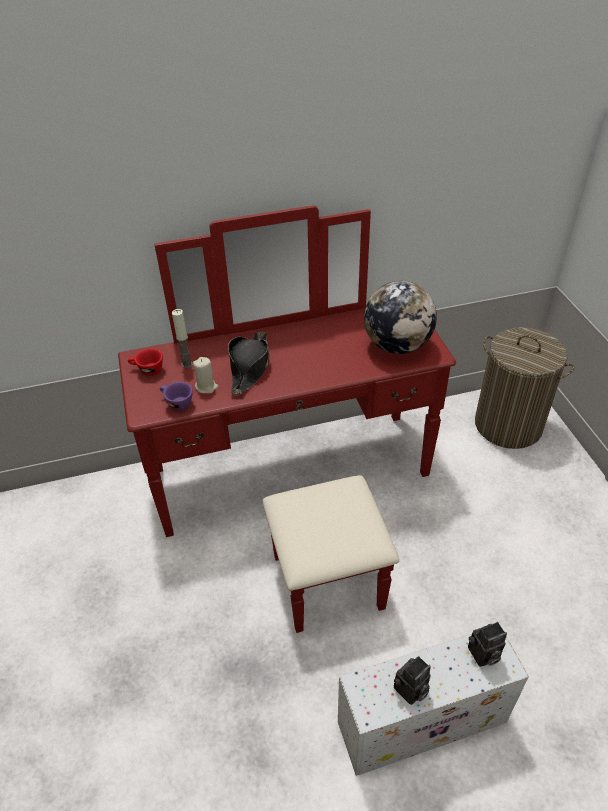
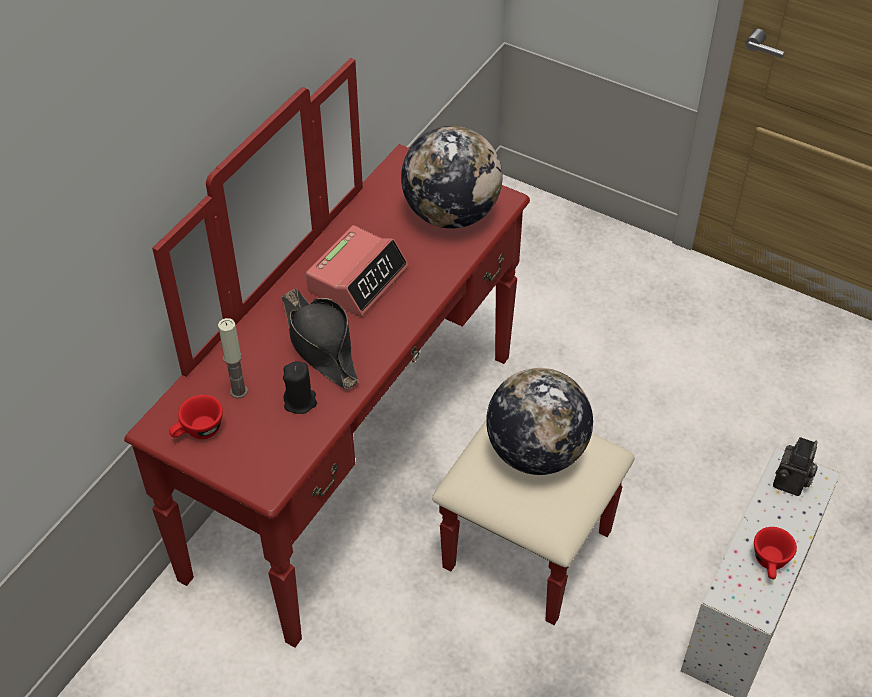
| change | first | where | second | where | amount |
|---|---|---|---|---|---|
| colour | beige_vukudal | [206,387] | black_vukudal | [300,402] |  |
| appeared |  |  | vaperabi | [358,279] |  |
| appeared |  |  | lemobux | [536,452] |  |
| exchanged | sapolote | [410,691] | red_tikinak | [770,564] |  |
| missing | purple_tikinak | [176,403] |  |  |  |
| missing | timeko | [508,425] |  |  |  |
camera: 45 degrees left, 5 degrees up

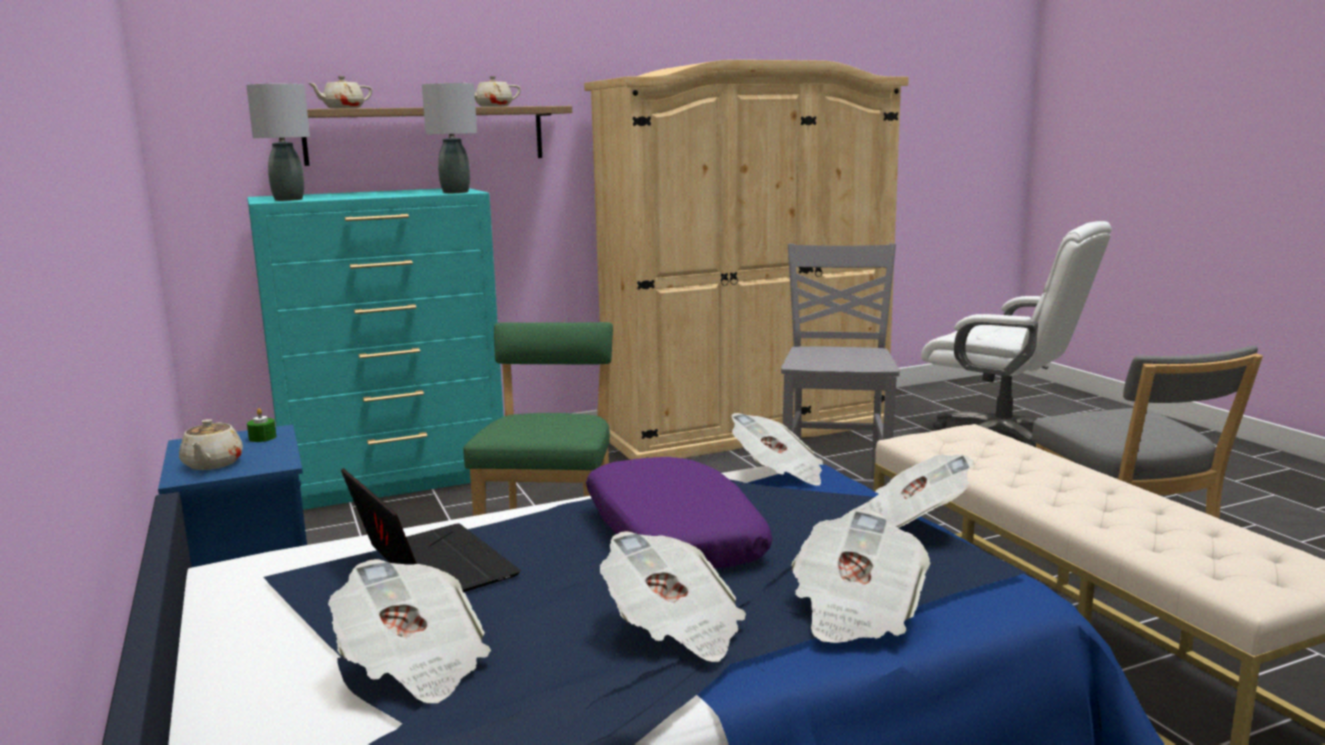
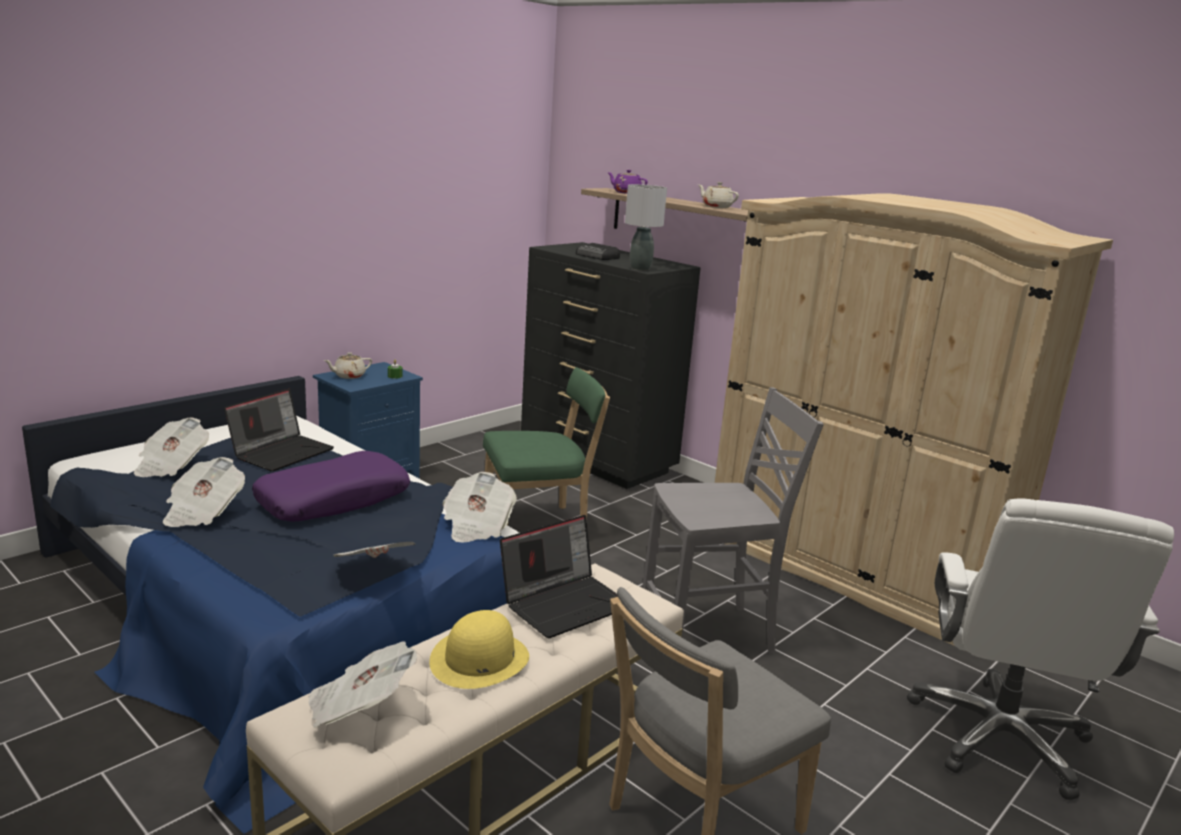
| change | first | where | second | where | amount |
|---|---|---|---|---|---|
| relocated | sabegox | [855,611] |  | [359,707] |  |
| appeared |  |  | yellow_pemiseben | [479,659] |  |
| appeared |  |  | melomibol | [565,603] |  |
| colour | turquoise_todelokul | [396,480] | black_todelokul | [597,460] |  |
| appeared |  |  | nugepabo | [597,256] |  |
| colour | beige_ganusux | [343,108] | purple_ganusux | [626,193] |  |
| missing | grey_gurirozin | [288,199] |  |  |  |
camera: 65 degrees right, 5 degrees up

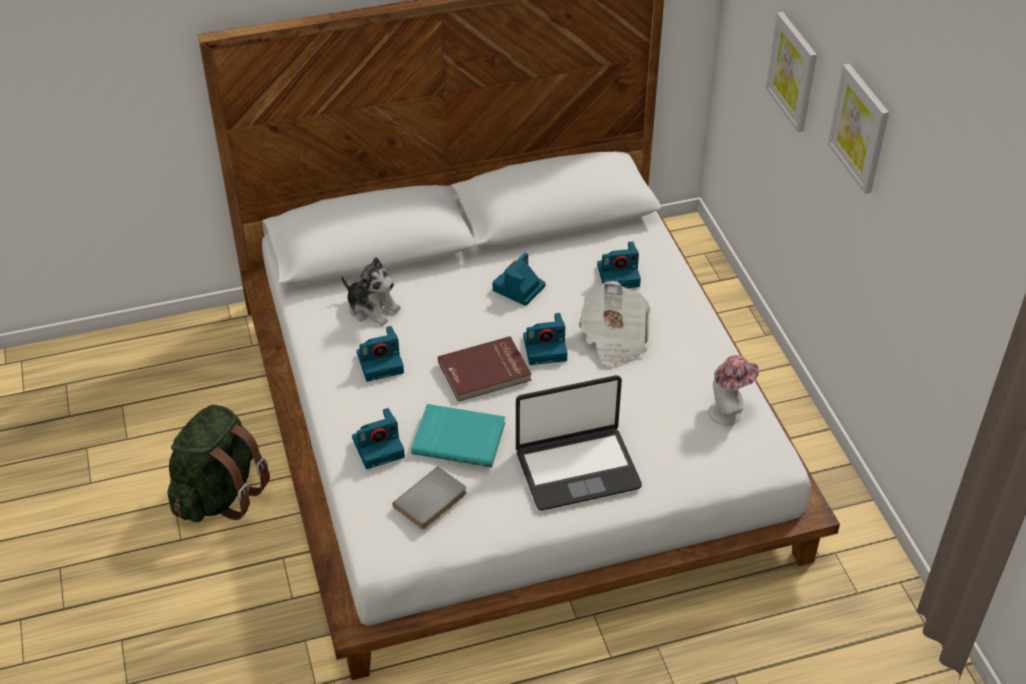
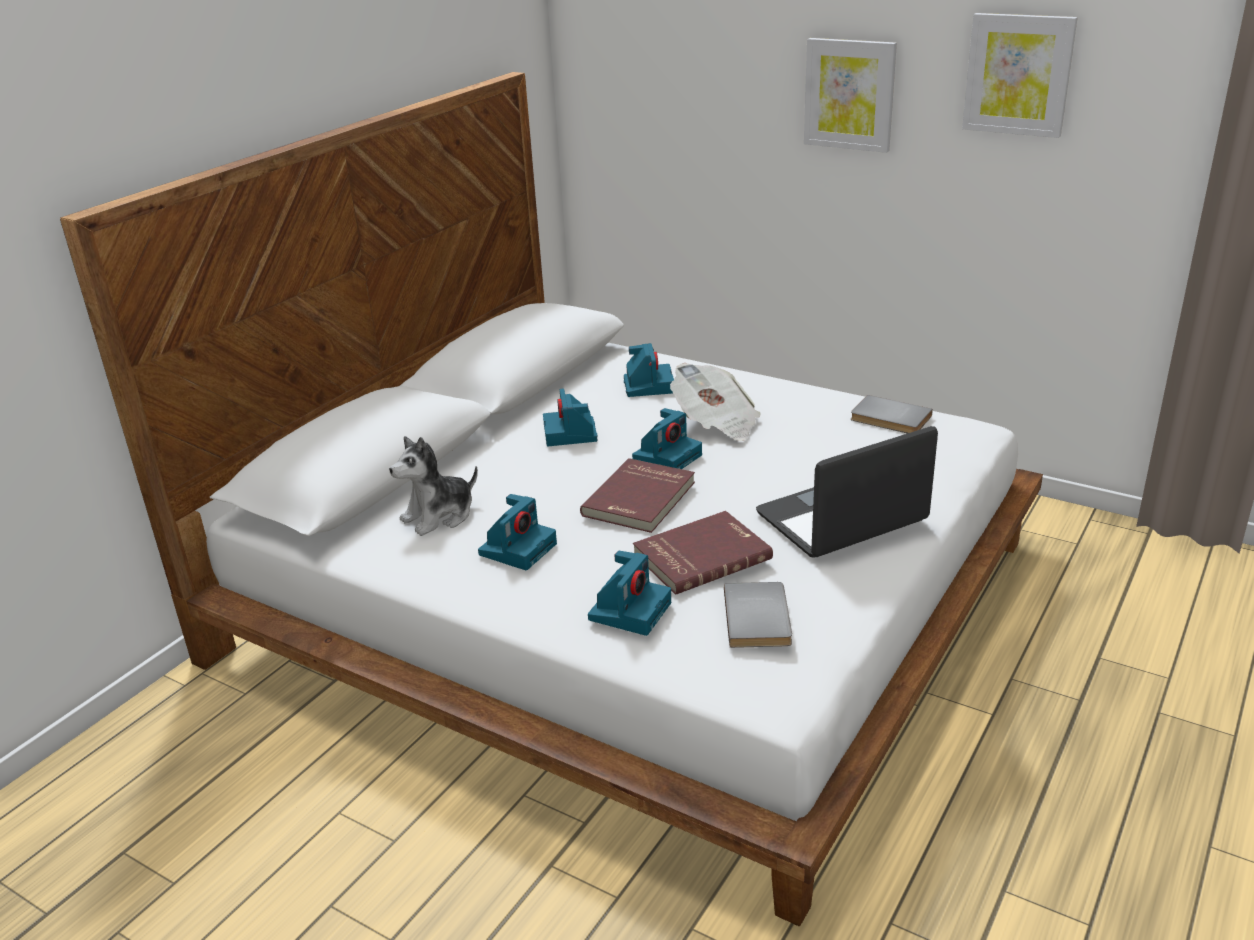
| change | first | where | second | where | amount |
|---|---|---|---|---|---|
| spun | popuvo | [372,308] |  | [439,516] | 150 degrees clockwise |
| spun | sapolote | [619,275] |  | [648,385] | 45 degrees counterclockwise |
| colour | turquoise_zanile | [459,437] | red_zanile | [700,555] |  |
| spun | melomibol | [577,468] |  | [842,519] | 150 degrees counterclockwise |
| exchanged | pemiseben | [729,411] | grey_zanile | [889,419] |  |
| relocated | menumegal | [793,71] |  | [1018,74] |  |
| missing | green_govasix | [219,494] |  |  |  |
camera: 40 degrees left, 15 degrees down

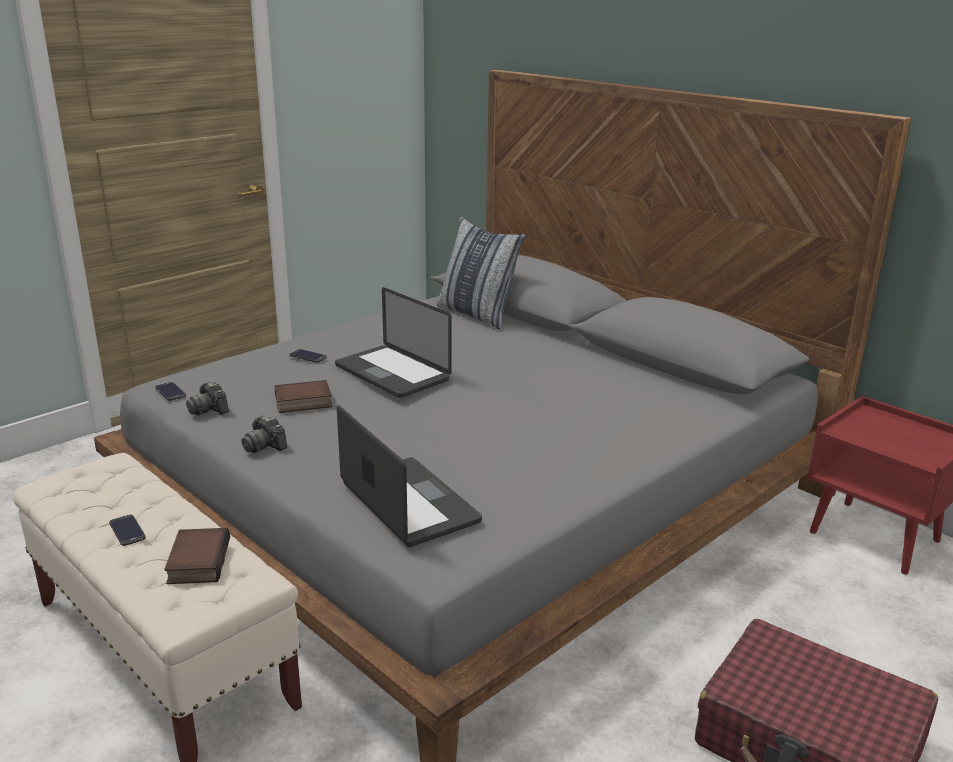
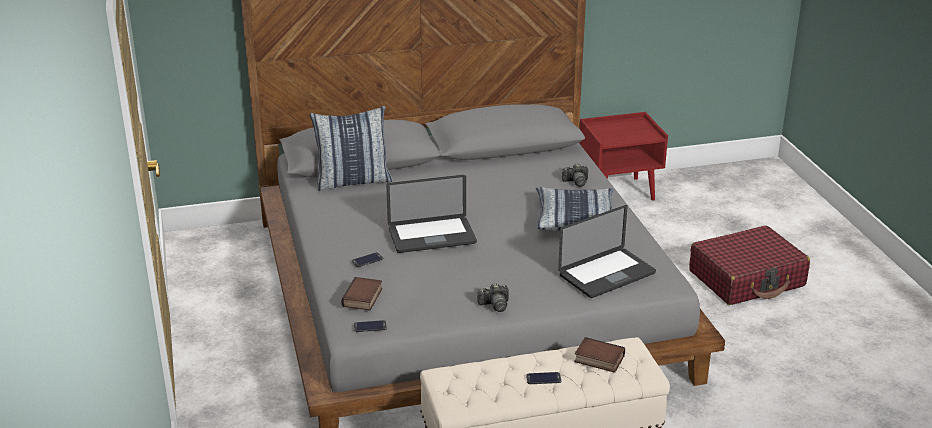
| change | first | where | second | where | amount |
|---|---|---|---|---|---|
| relocated | zanile | [302,403] |  | [363,298] |  |
| appeared |  |  | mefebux | [575,218] |  |
| spun | melomibol | [409,503] |  | [607,274] | 150 degrees clockwise |
| relocated | sapolote | [209,409] |  | [576,182] |  |
camera: 60 degrees left, 5 degrees up

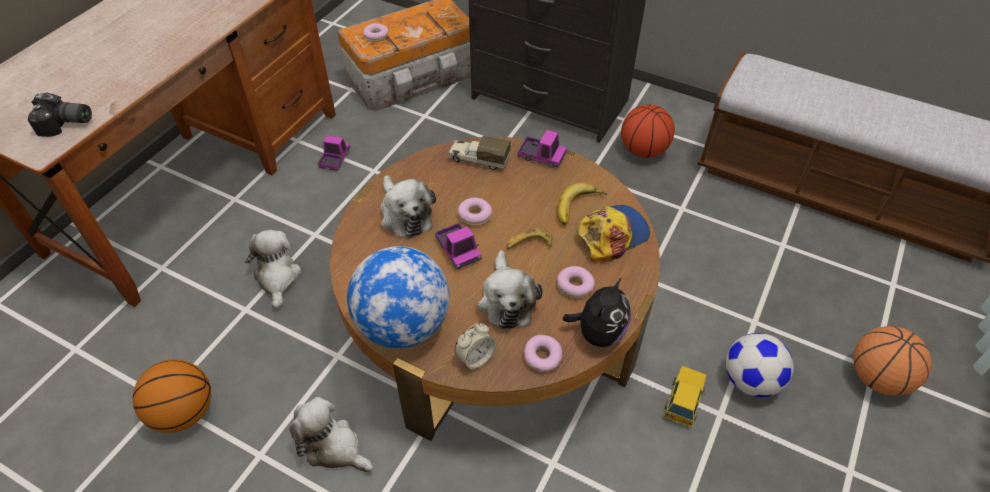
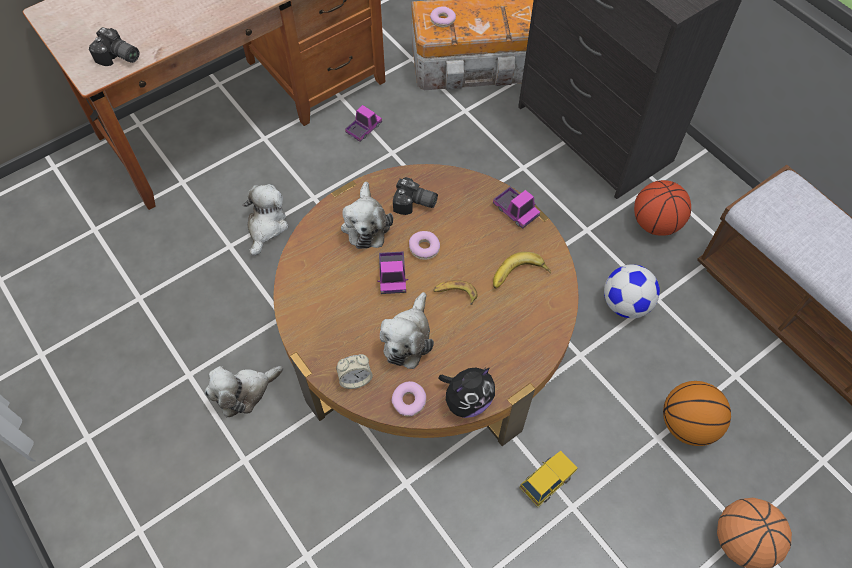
| change | first | where | second | where | amount |
|---|---|---|---|---|---|
| spun | popuvo | [333,447] |  | [244,392] | 90 degrees counterclockwise |
| appeared |  |  | sapolote | [415,204] |  |
| relocated | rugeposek | [750,380] |  | [625,304] |  |
| relocated | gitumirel | [184,412] |  | [687,424] |  |
| missing | lemobux | [403,325] |  |  |  |
| missing | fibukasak | [478,160] |  |  |  |
| missing | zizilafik | [575,286] |  |  |  |
| missing | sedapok | [612,235] |  |  |  |
camera: 25 degrees right, 10 degrees up

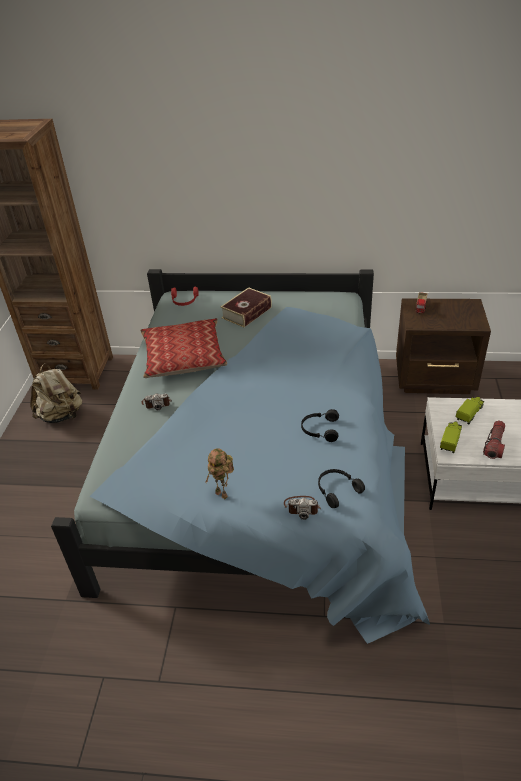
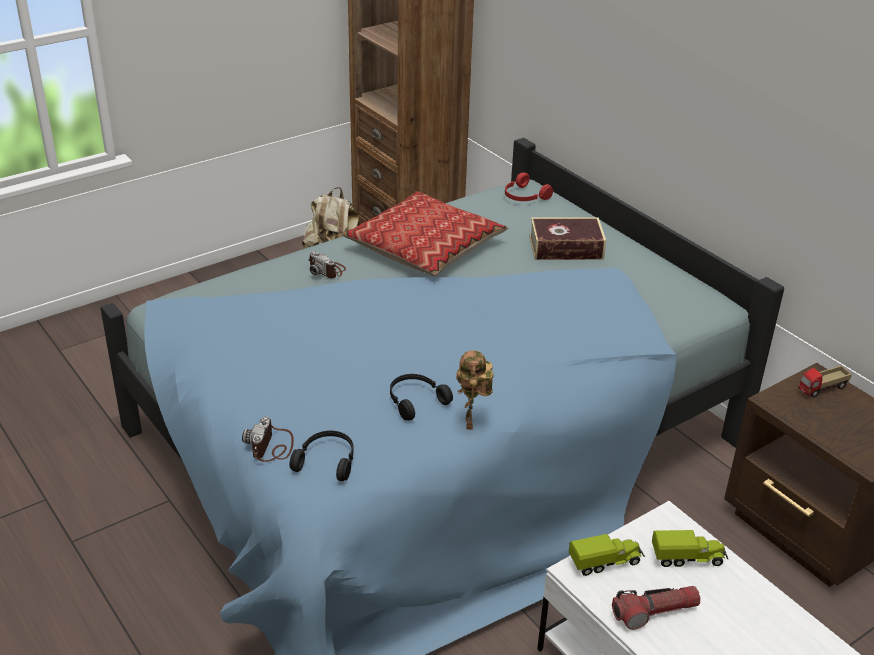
| change | first | where | second | where | amount |
|---|---|---|---|---|---|
| spun | sapolote | [302,507] |  | [271,446] | 45 degrees clockwise |
| relocated | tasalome | [223,494] |  | [471,424] |  |
camera: 45 degrees right, 5 degrees down

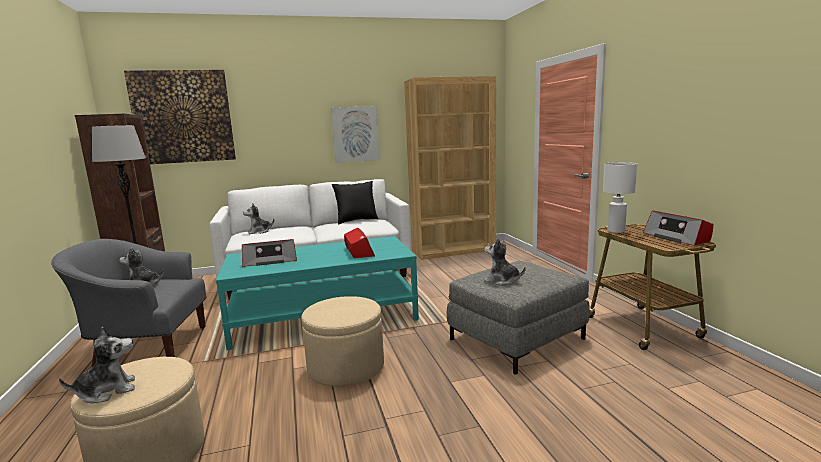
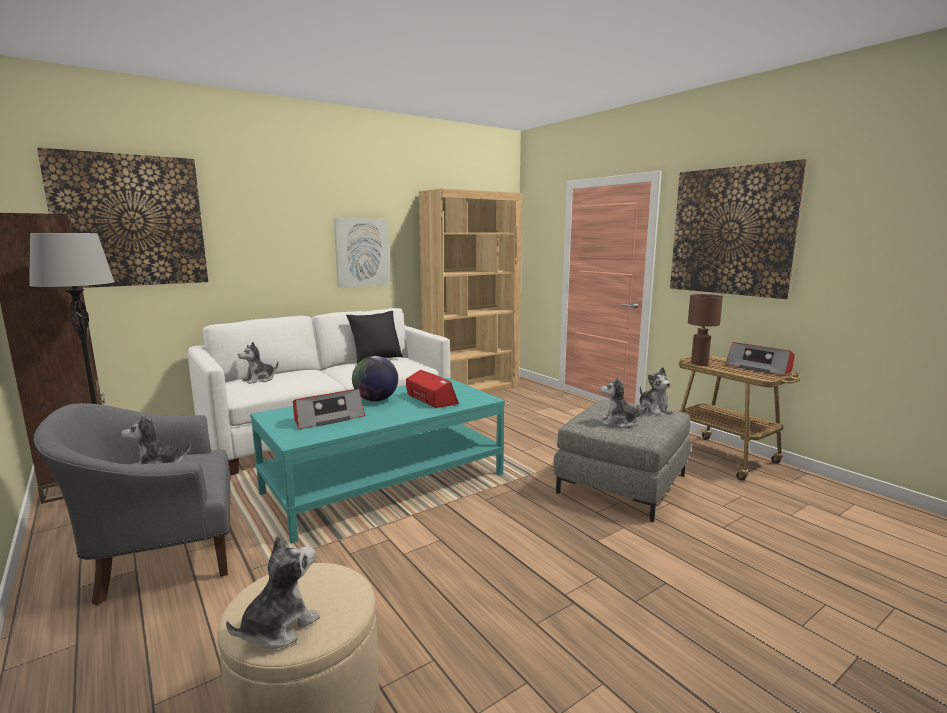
| change | first | where | second | where | amount |
|---|---|---|---|---|---|
| appeared |  |  | lemobux | [376,400] |  |
| appeared |  |  | popuvo | [654,409] |  |
| appeared |  |  | menumegal | [731,231] |  |
| colour | white_gurirozin | [616,231] | brown_gurirozin | [699,363] |  |
| missing | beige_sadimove | [346,367] |  |  |  |
camera: 20 degrees left, 0 degrees up

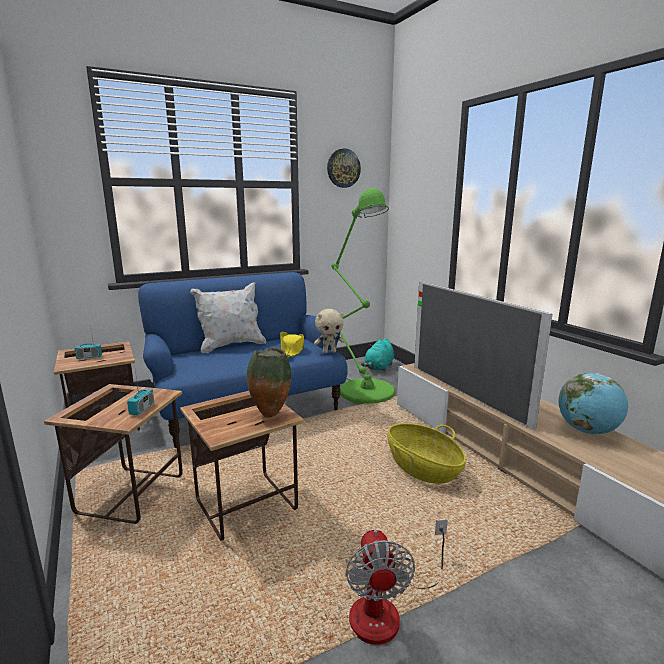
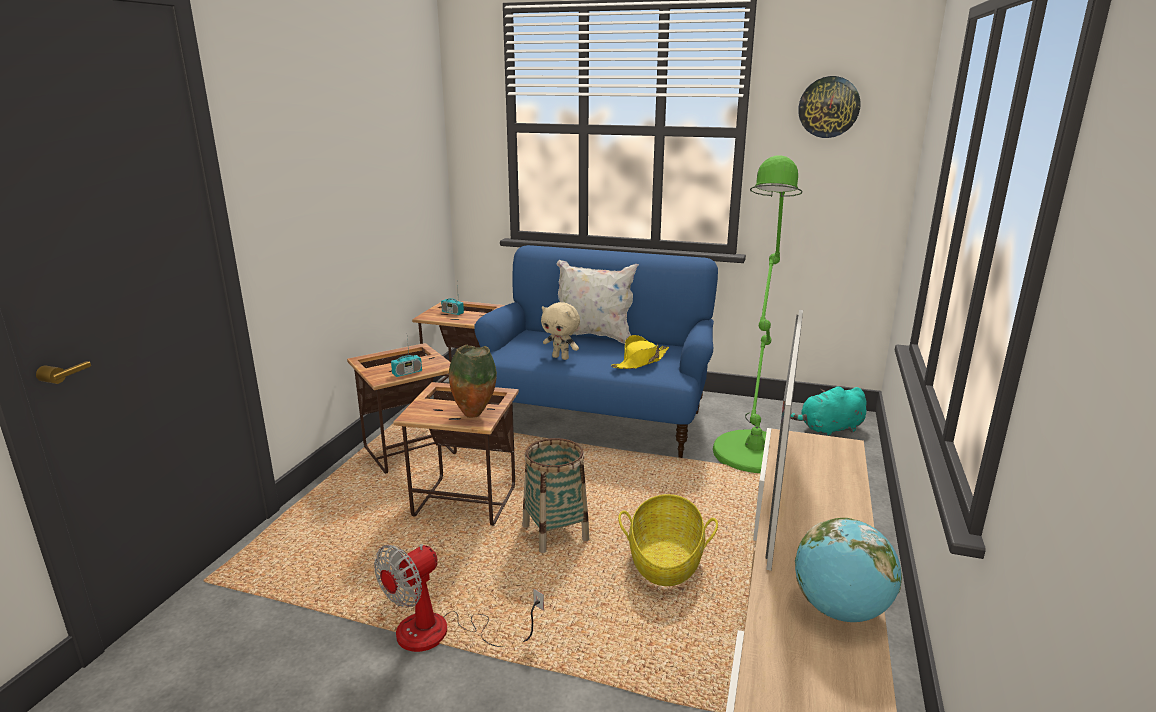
| change | first | where | second | where | amount |
|---|---|---|---|---|---|
| appeared |  |  | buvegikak | [555,533] |  |
| relocated | beige_popuvo | [329,352] |  | [561,357] |  |
camera: 45 degrees right, 5 degrees up

